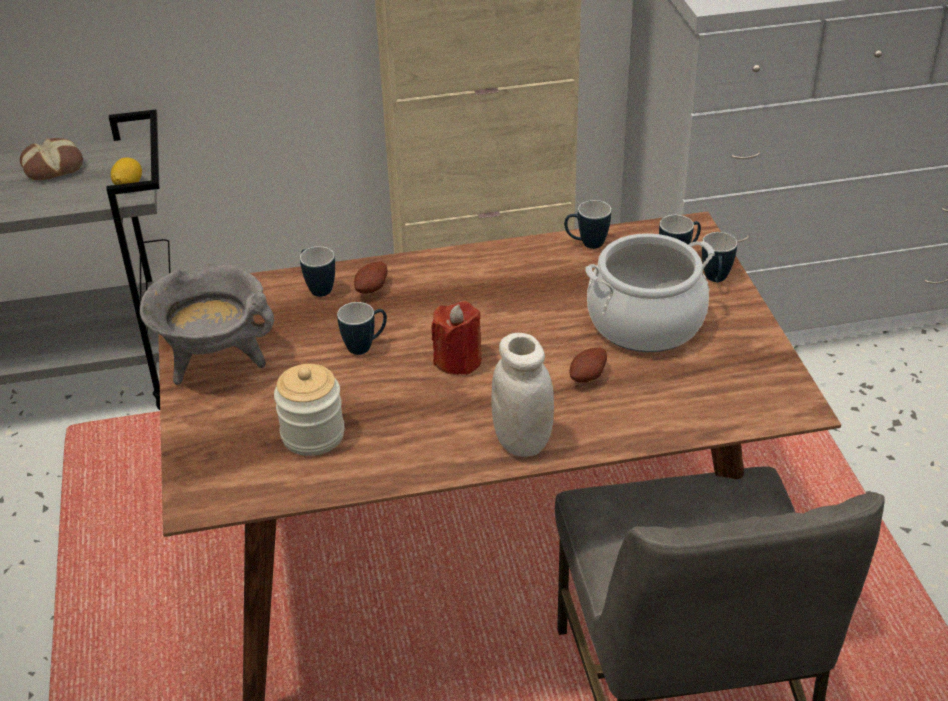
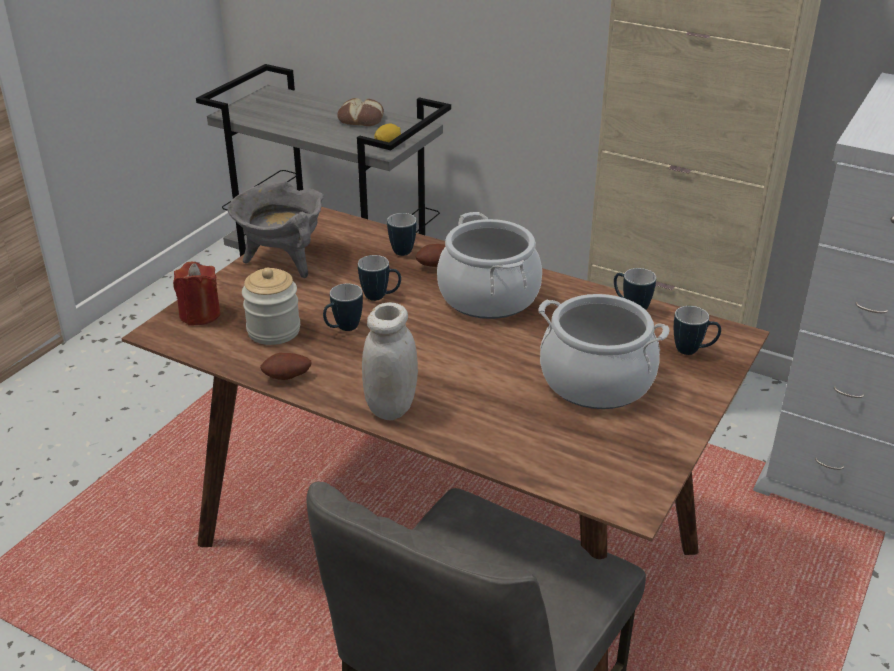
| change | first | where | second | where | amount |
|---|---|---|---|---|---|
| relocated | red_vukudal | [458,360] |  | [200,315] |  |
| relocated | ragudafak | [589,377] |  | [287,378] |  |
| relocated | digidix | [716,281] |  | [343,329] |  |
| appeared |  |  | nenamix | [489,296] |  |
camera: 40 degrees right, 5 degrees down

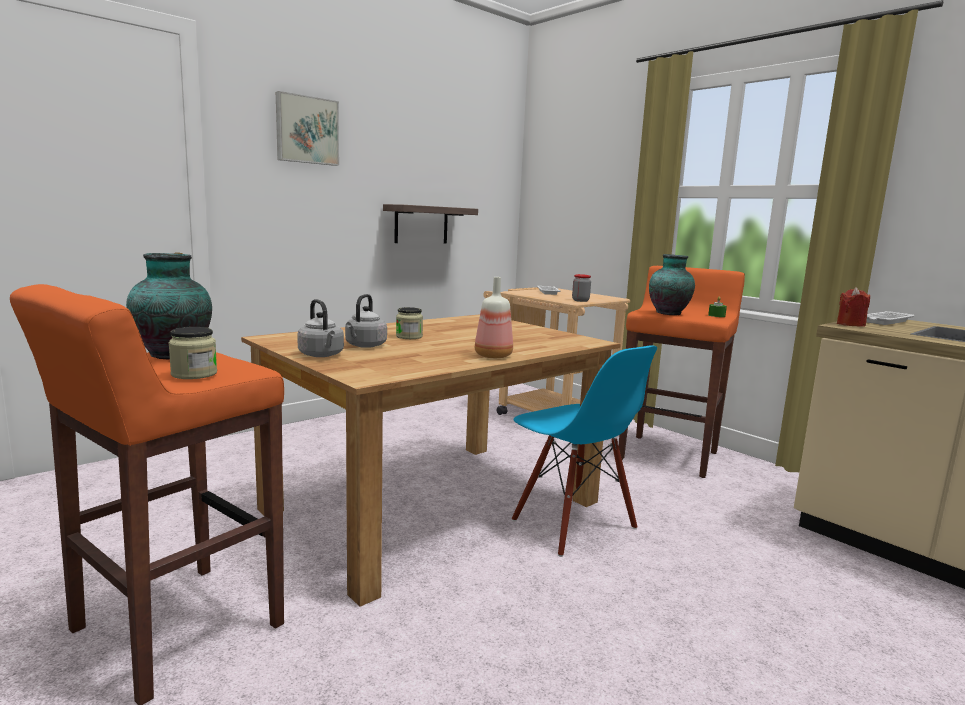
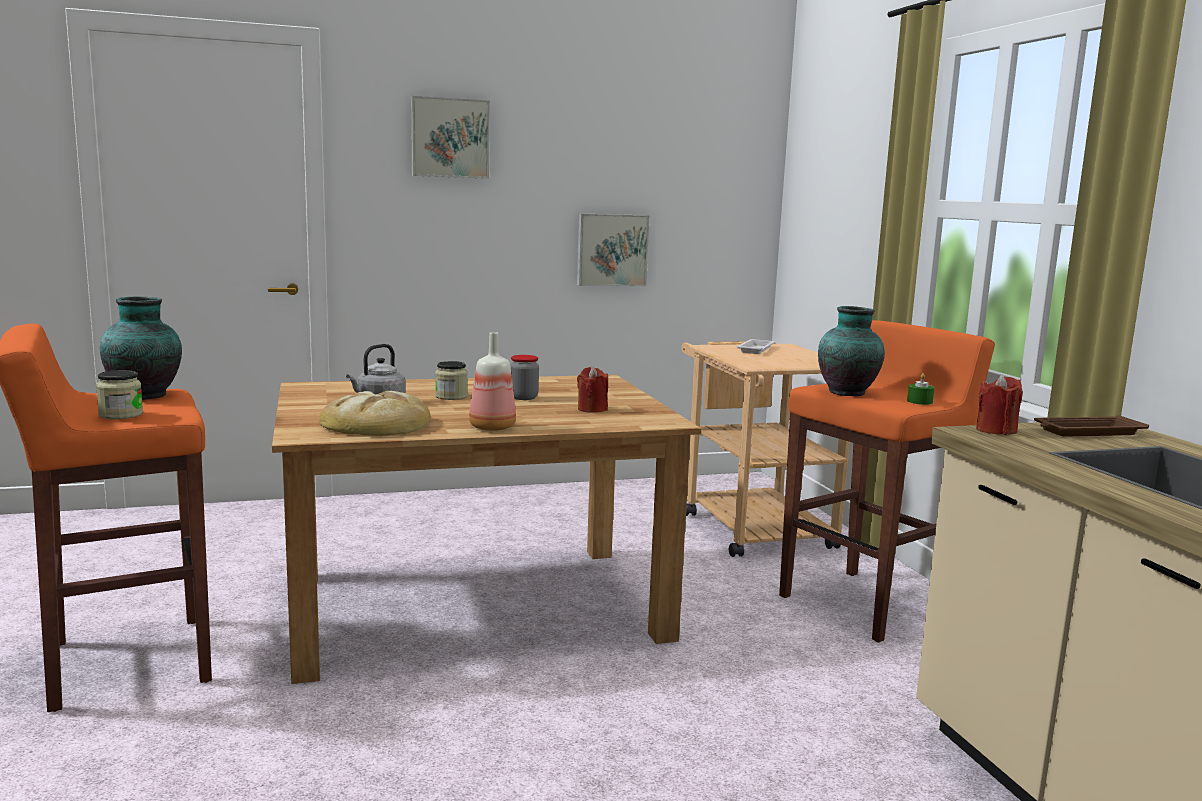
| change | first | where | second | where | amount |
|---|---|---|---|---|---|
| appeared |  |  | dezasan | [377,424] |  |
| relocated | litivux | [580,300] |  | [523,397] |  |
| exchanged | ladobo | [421,224] | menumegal | [611,250] |  |
| appeared |  |  | red_vukudal | [592,409] |  |
| colour | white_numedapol | [885,321] | brown_numedapol | [1087,432] |  |
| missing | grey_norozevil | [322,355] |  |  |  |
| missing | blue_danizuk | [573,525] |  |  |  |
camera: 25 degrees right, 0 degrees up

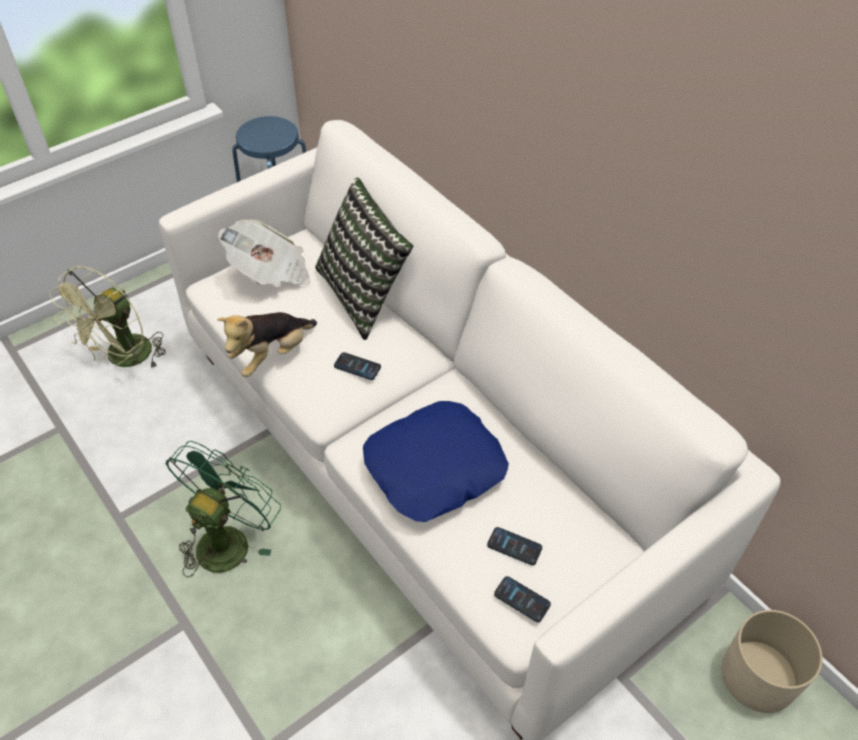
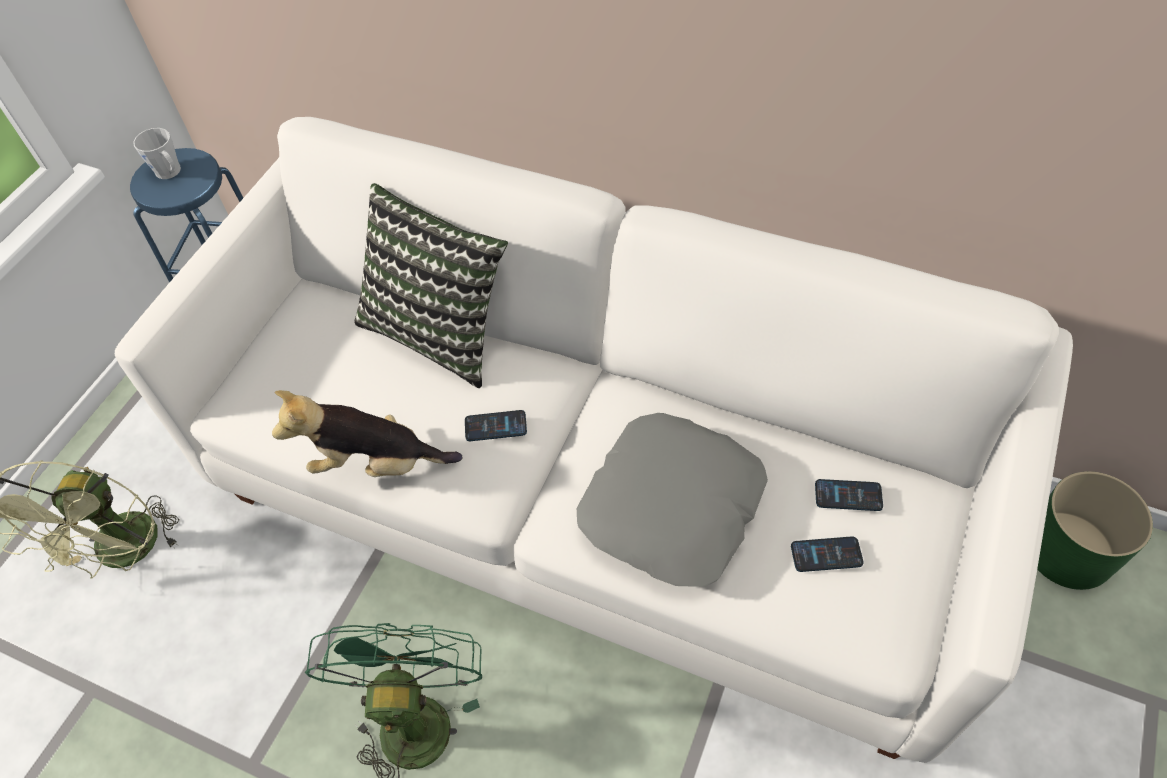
| change | first | where | second | where | amount |
|---|---|---|---|---|---|
| appeared |  |  | grey_digidix | [170,173] |  |
| spun | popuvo | [272,355] |  | [376,463] | 75 degrees clockwise |
| colour | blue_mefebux | [435,468] | grey_mefebux | [673,507] |  |
| relocated | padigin | [522,599] |  | [848,495] |  |
| colour | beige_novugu | [759,676] | green_novugu | [1069,549] |  |
| missing | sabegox | [270,272] |  |  |  |
camera: 25 degrees left, 5 degrees up

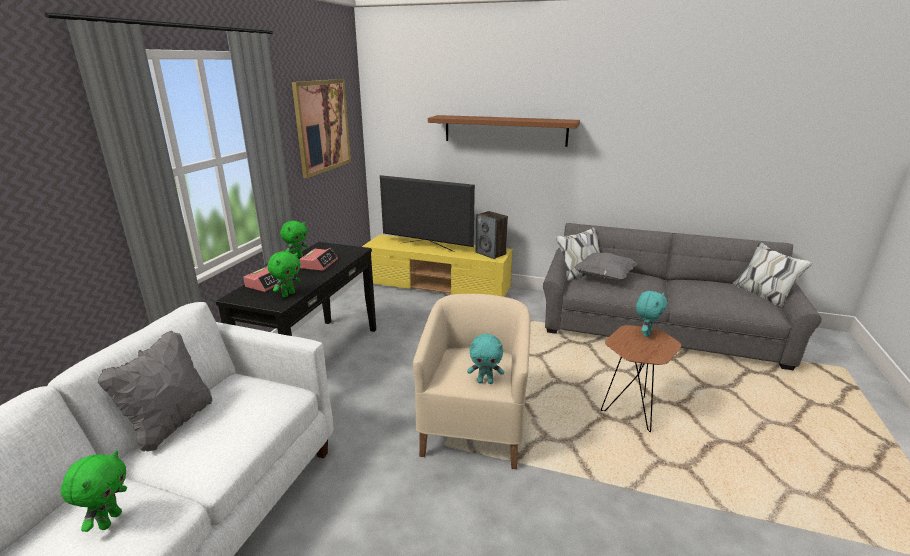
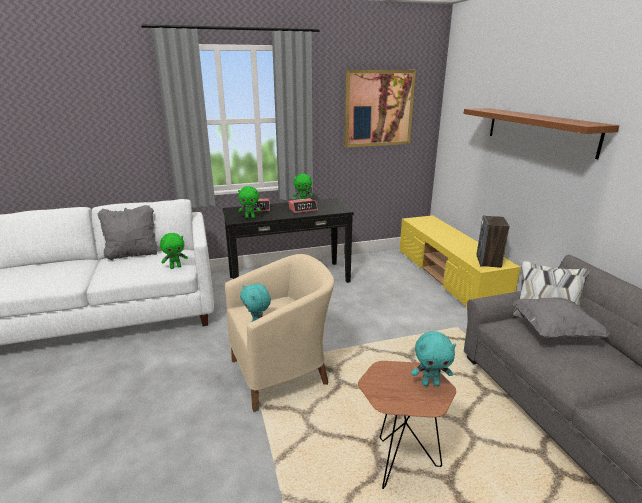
| change | first | where | second | where | amount |
|---|---|---|---|---|---|
| relocated | green_popuvo | [110,520] |  | [175,267] |  |
| missing | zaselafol | [427,247] |  |  |  |
camera: 55 degrees right, 0 degrees up

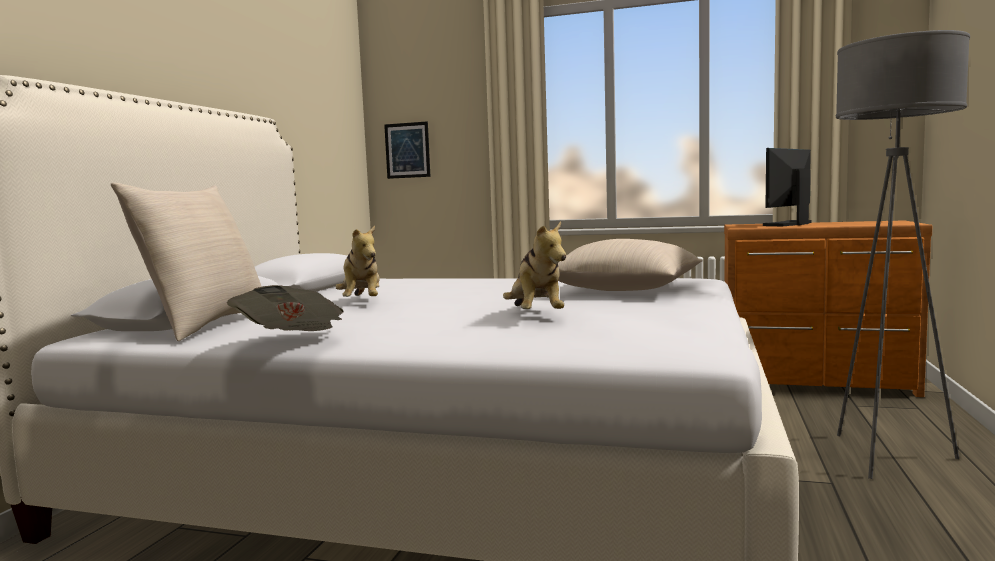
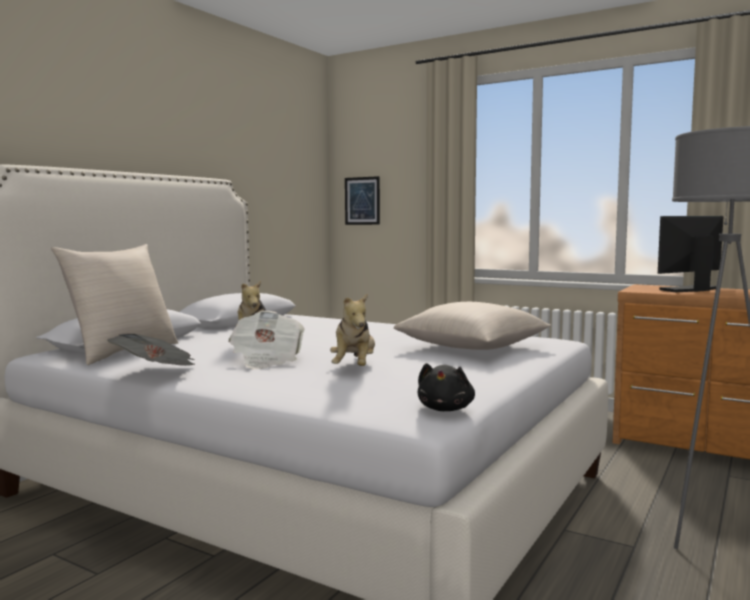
| change | first | where | second | where | amount |
|---|---|---|---|---|---|
| appeared |  |  | sabegox | [266,360] |  |
| appeared |  |  | black_popuvo | [446,409] |  |
camera: 15 degrees right, 0 degrees up

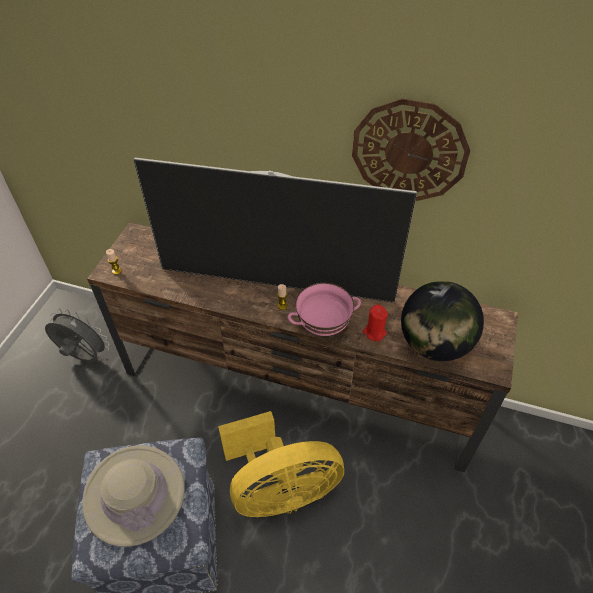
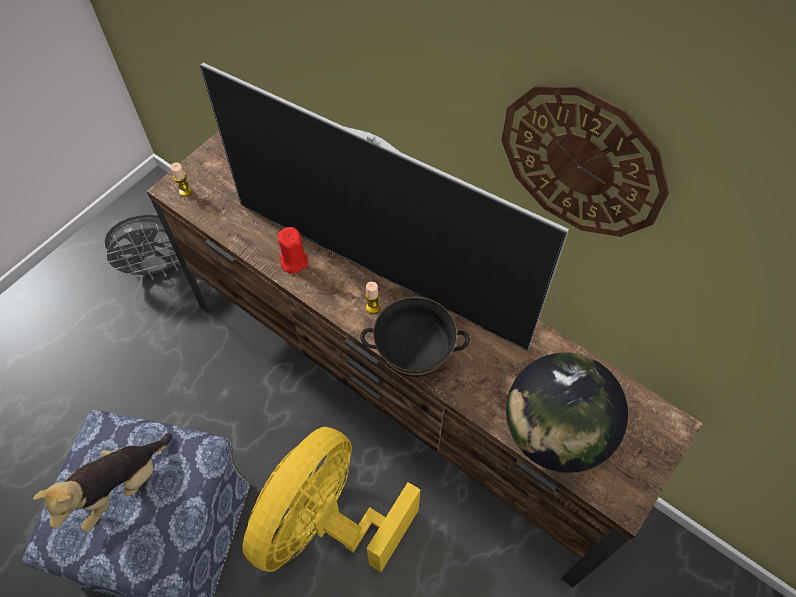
| change | first | where | second | where | amount |
|---|---|---|---|---|---|
| exchanged | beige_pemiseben | [134,495] | popuvo | [121,487] |  |
| spun | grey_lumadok | [84,357] |  | [158,268] | 120 degrees clockwise |
| spun | yellow_lumadok | [280,490] |  | [326,522] | 120 degrees clockwise |
| relocated | red_vukudal | [374,332] |  | [293,261] |  |
| colour | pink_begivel | [323,326] | black_begivel | [414,355] |  |
camera: 20 degrees right, 10 degrees up

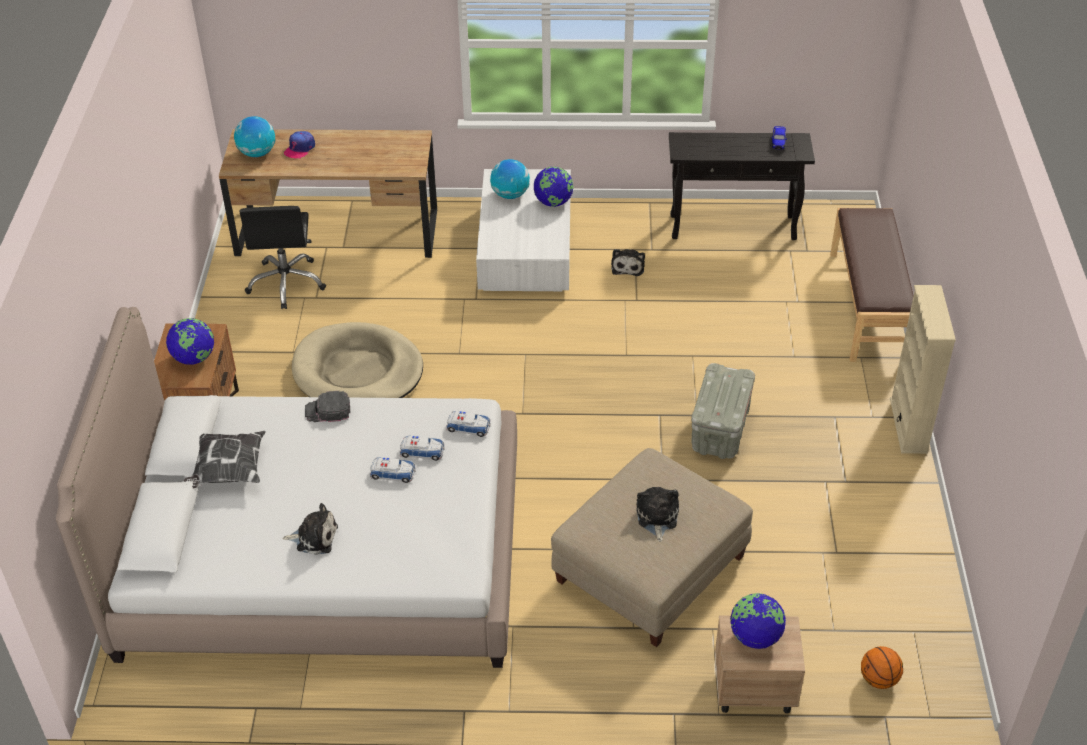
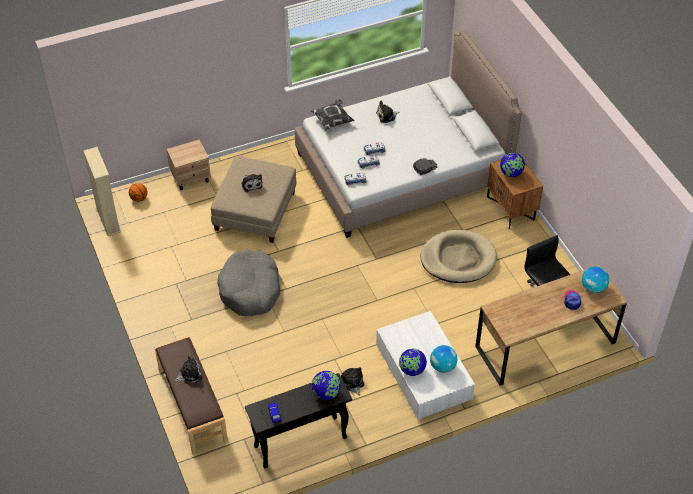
| change | first | where | second | where | amount |
|---|---|---|---|---|---|
| relocated | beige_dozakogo | [908,425] |  | [108,220] |  |
| appeared |  |  | popuvo | [189,374] |  |
| exchanged | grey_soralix | [720,431] | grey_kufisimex | [250,290] |  |
| relocated | mefebux | [227,471] |  | [332,121] |  |
| relocated | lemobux | [755,637] |  | [326,393] |  |
camera: 155 degrees right, 5 degrees up

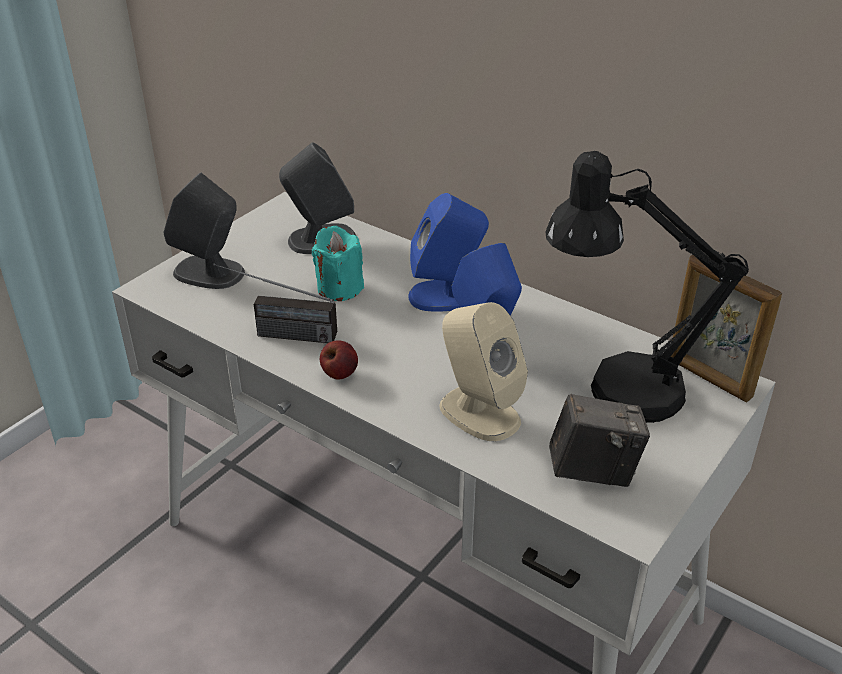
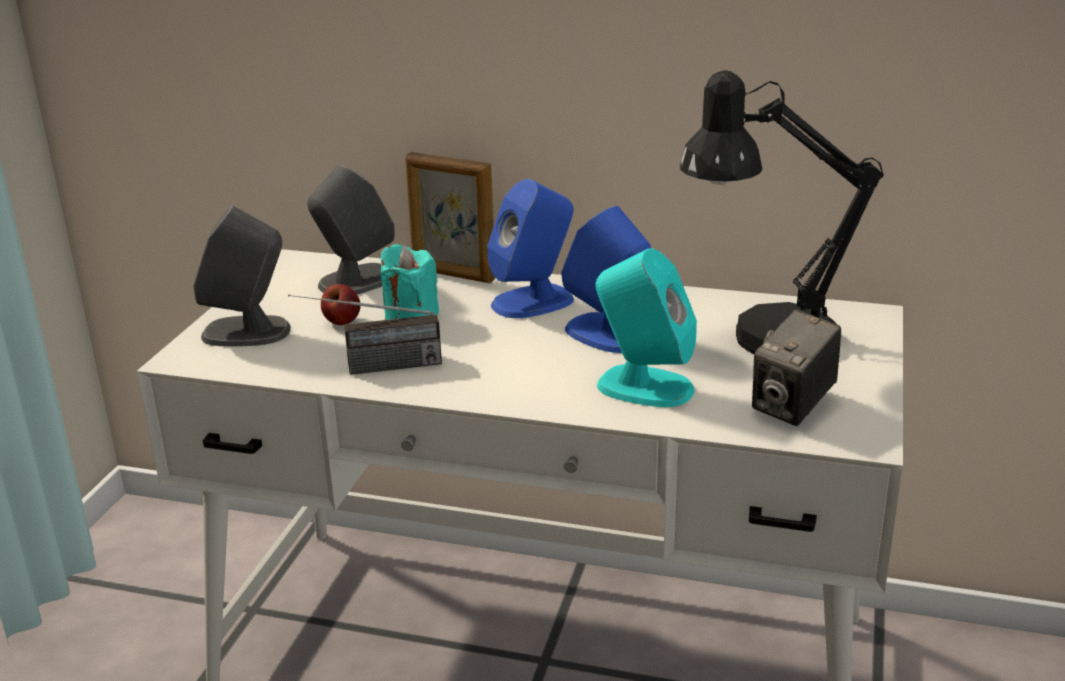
| change | first | where | second | where | amount |
|---|---|---|---|---|---|
| relocated | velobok | [339,374] |  | [342,322] |  |
| relocated | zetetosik | [709,378] |  | [453,275] |  |
| colour | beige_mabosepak | [478,412] | turquoise_mabosepak | [643,387] |  |
| spun | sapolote | [593,470] |  | [793,406] | 150 degrees clockwise |
camera: 20 degrees left, 10 degrees down

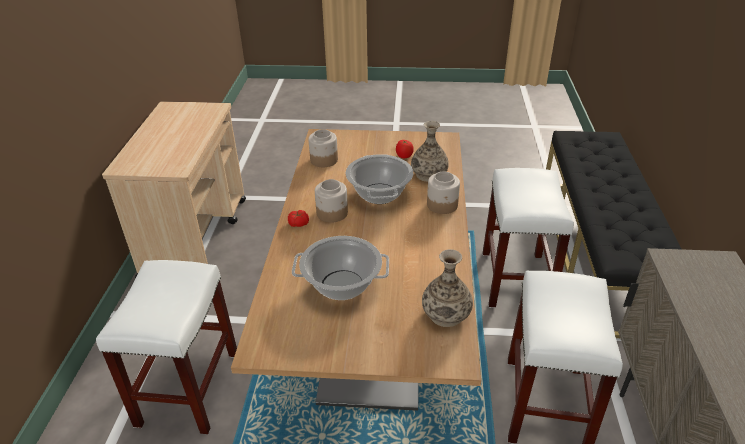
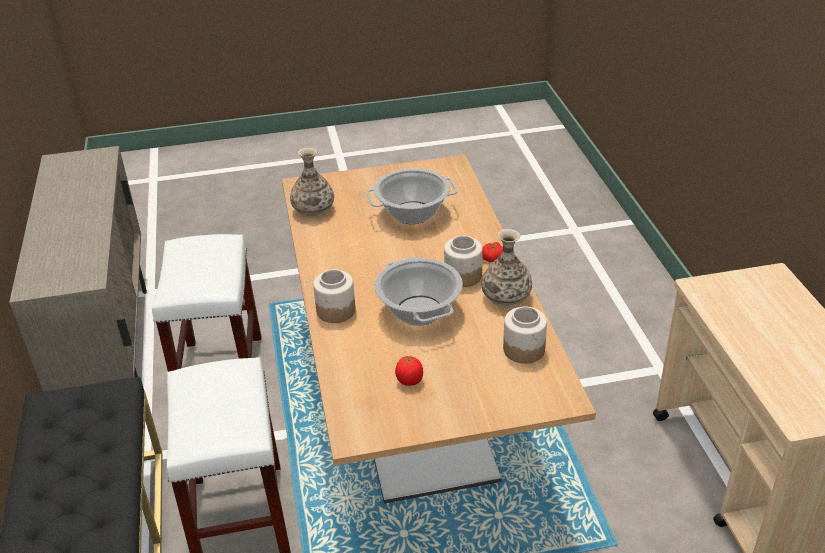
| change | first | where | second | where | amount |
|---|---|---|---|---|---|
| relocated | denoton | [428,174] |  | [506,297] |  |
| missing | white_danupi | [188,387] |  |  |  |
camera: 165 degrees right, 0 degrees up

